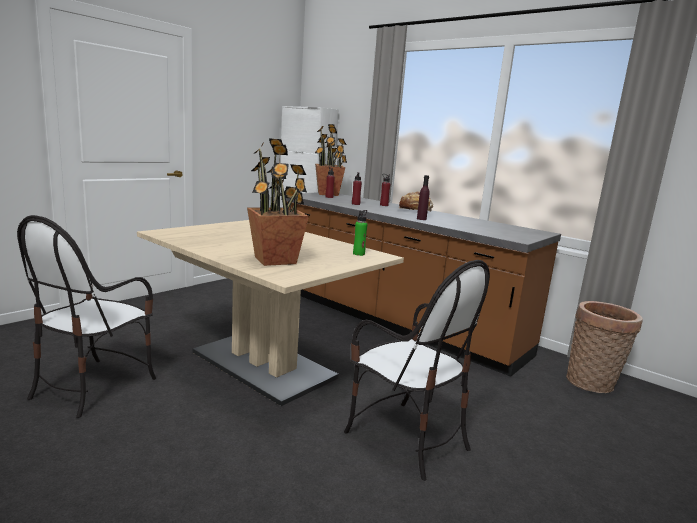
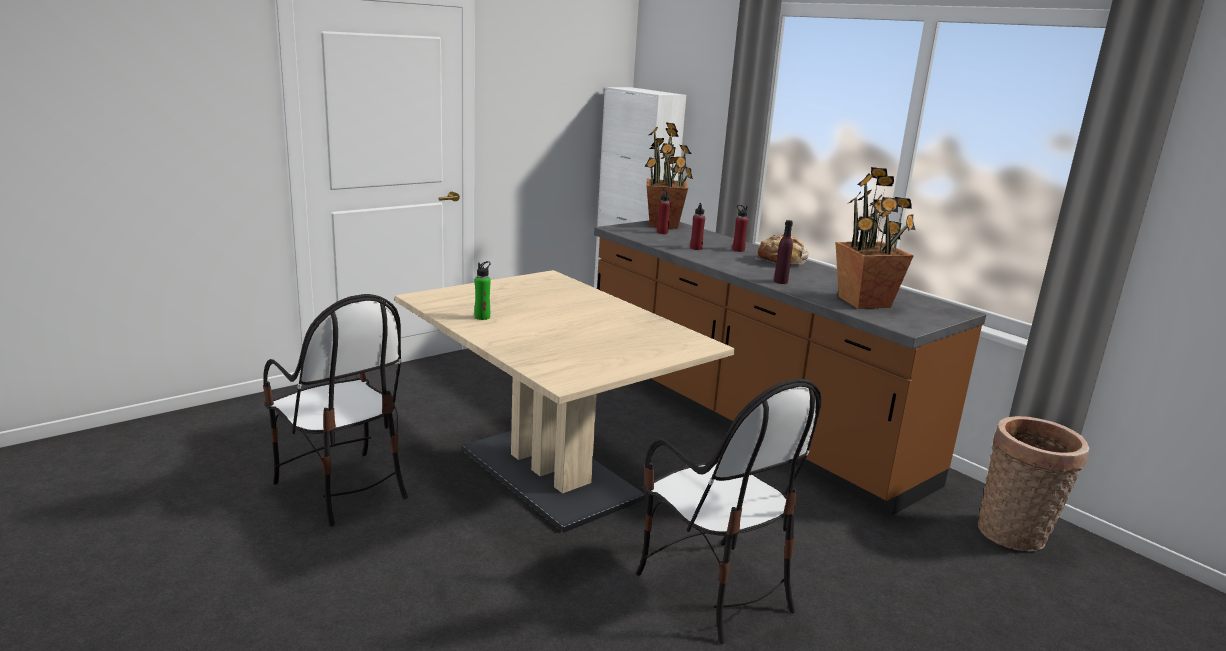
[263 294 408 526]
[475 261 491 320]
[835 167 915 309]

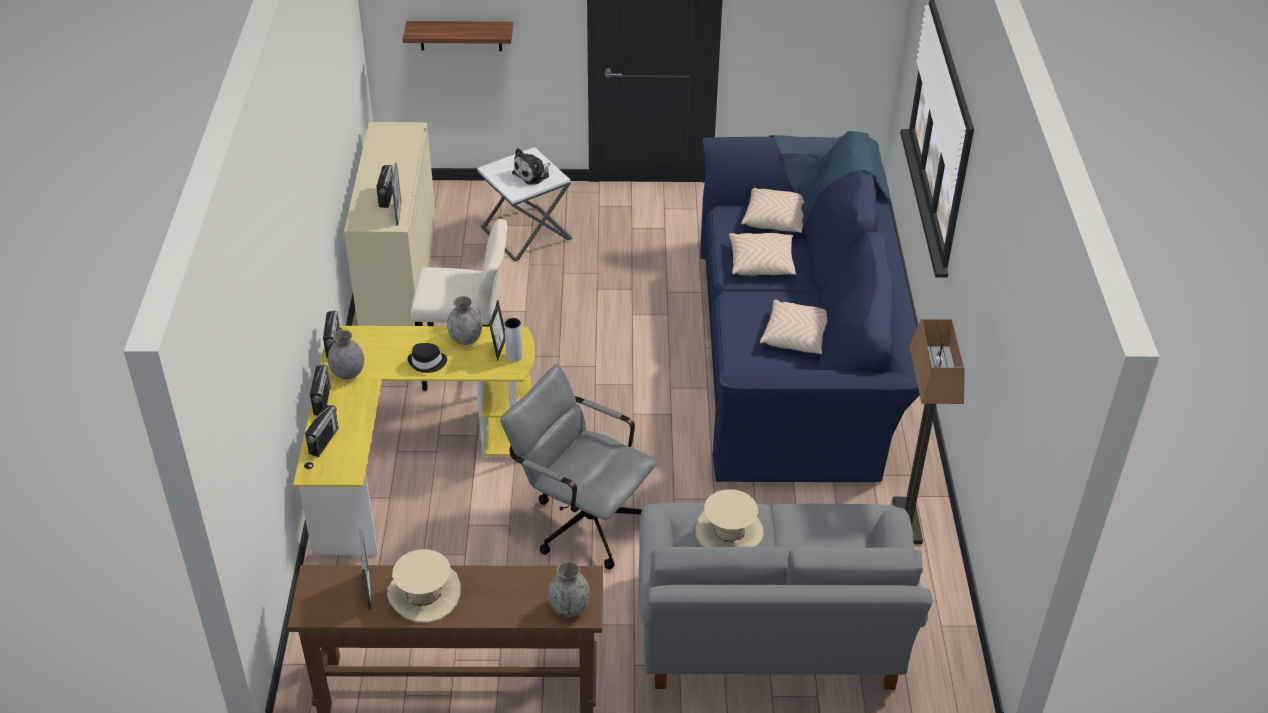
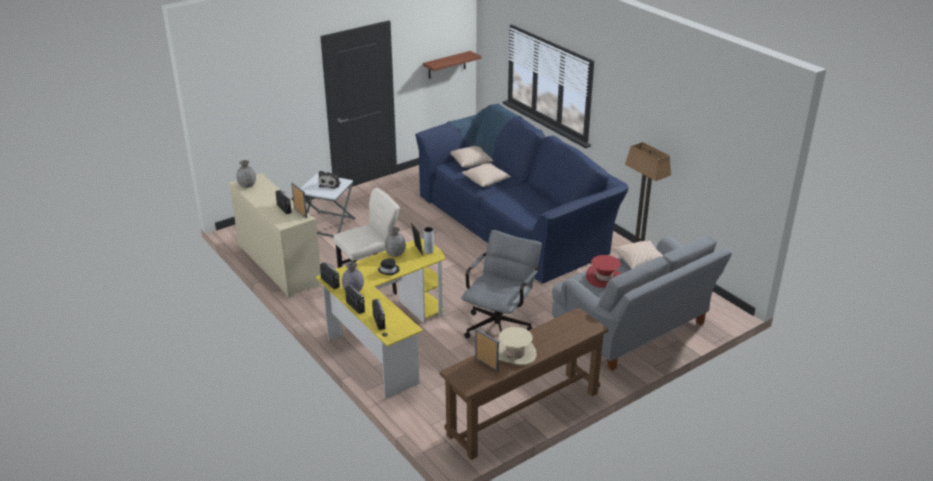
[236 160 256 188]
[423 51 481 79]
[461 230 542 338]
[586 255 621 288]
[613 241 663 269]

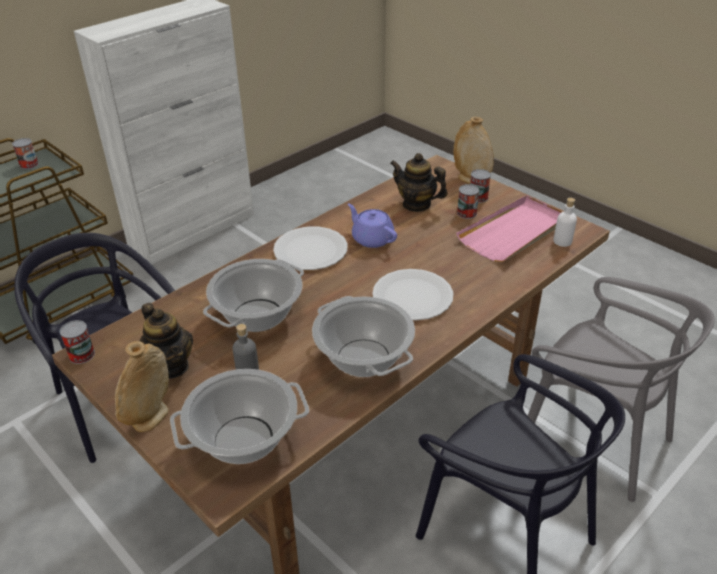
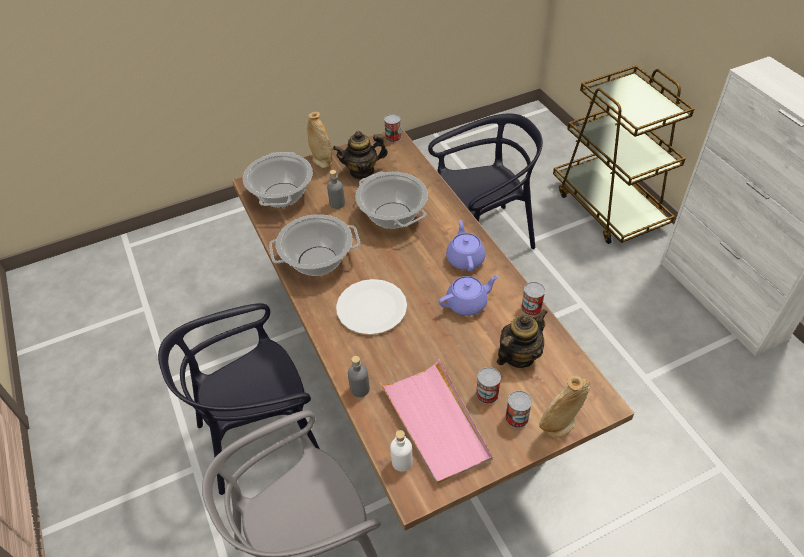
[348 356 370 397]
[446 220 485 272]
[521 282 545 316]

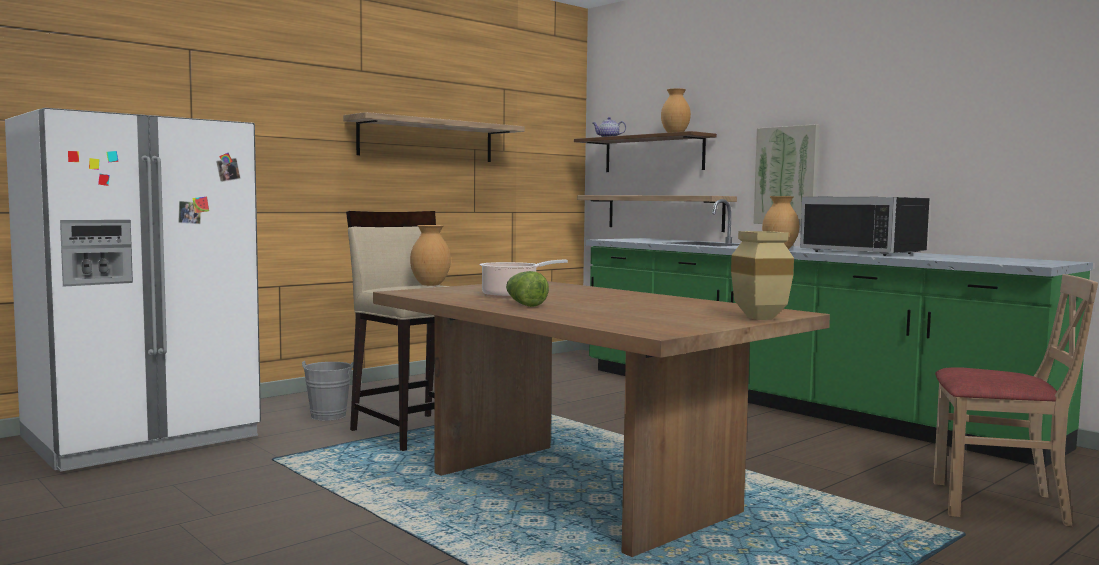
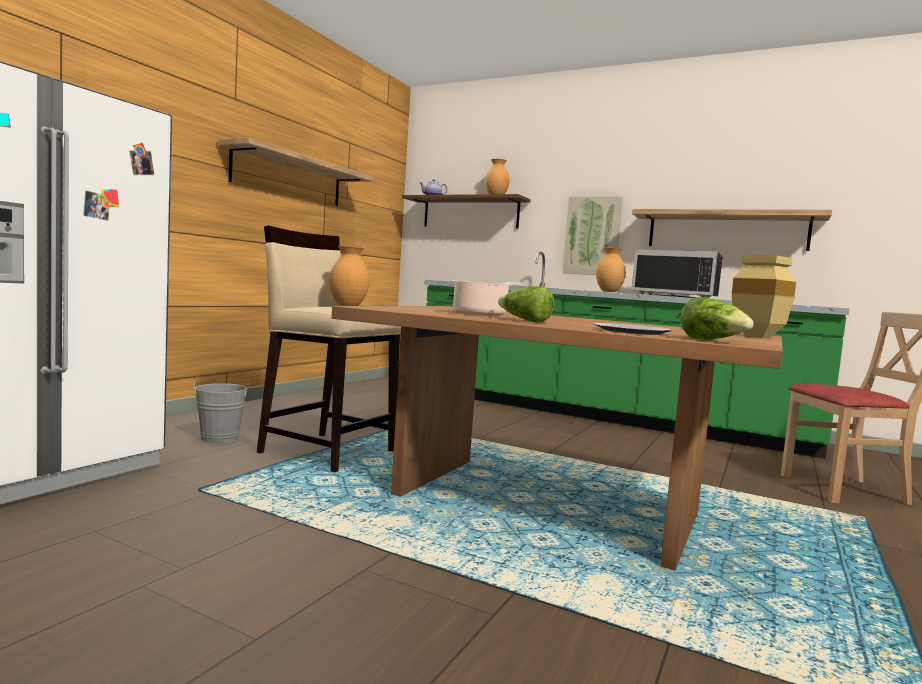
[594 323 671 335]
[632 209 832 251]
[680 297 754 340]

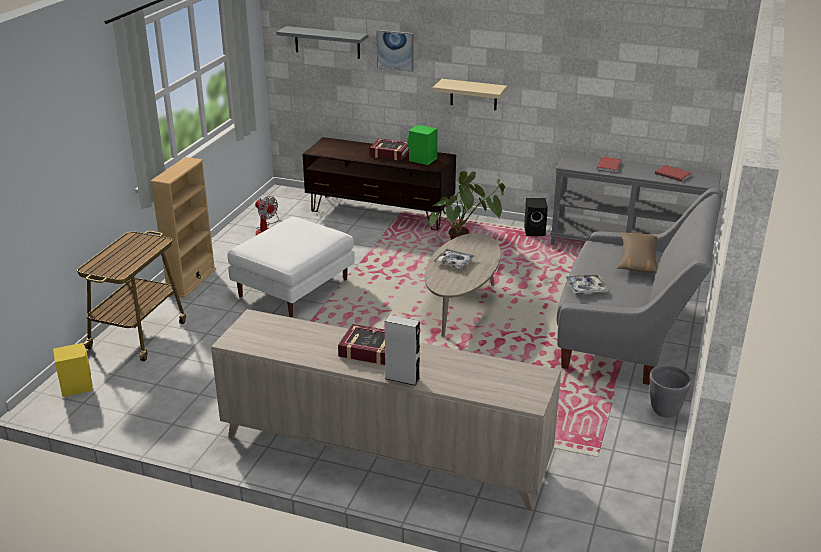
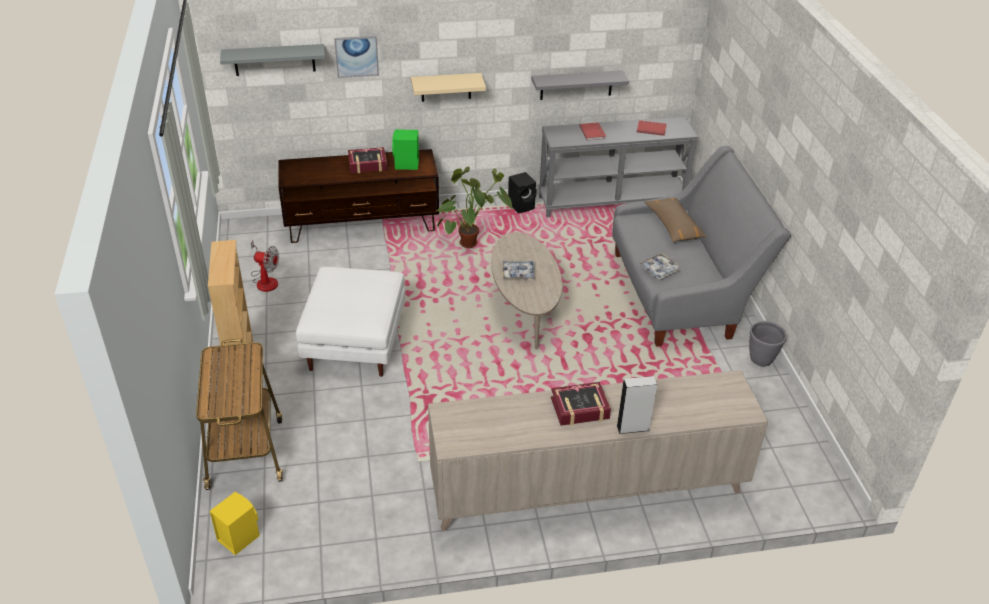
[531 70 629 100]

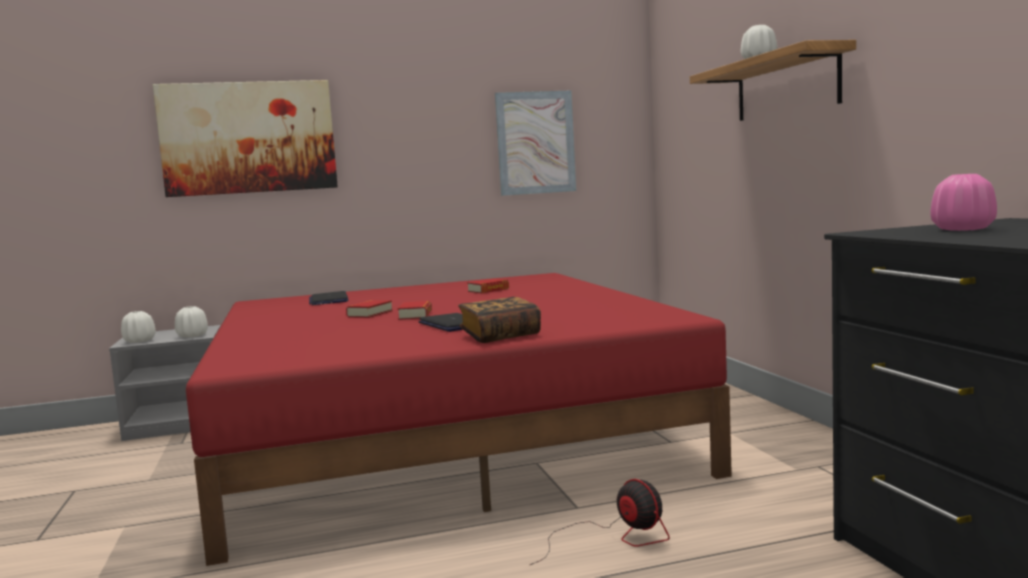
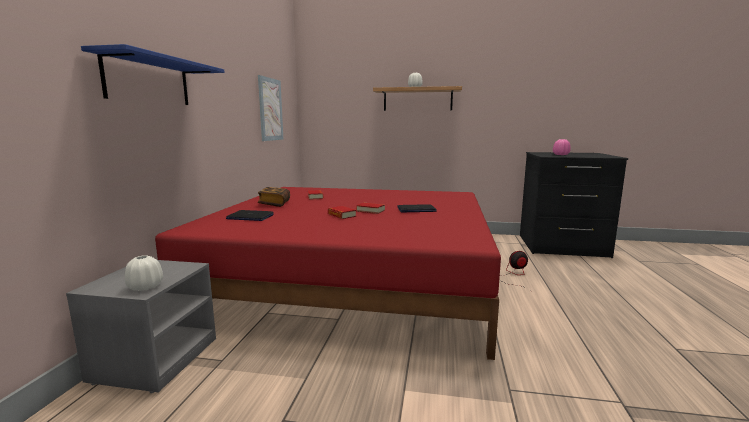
[81 44 225 105]
[258 187 290 207]
[175 306 208 338] (first image)

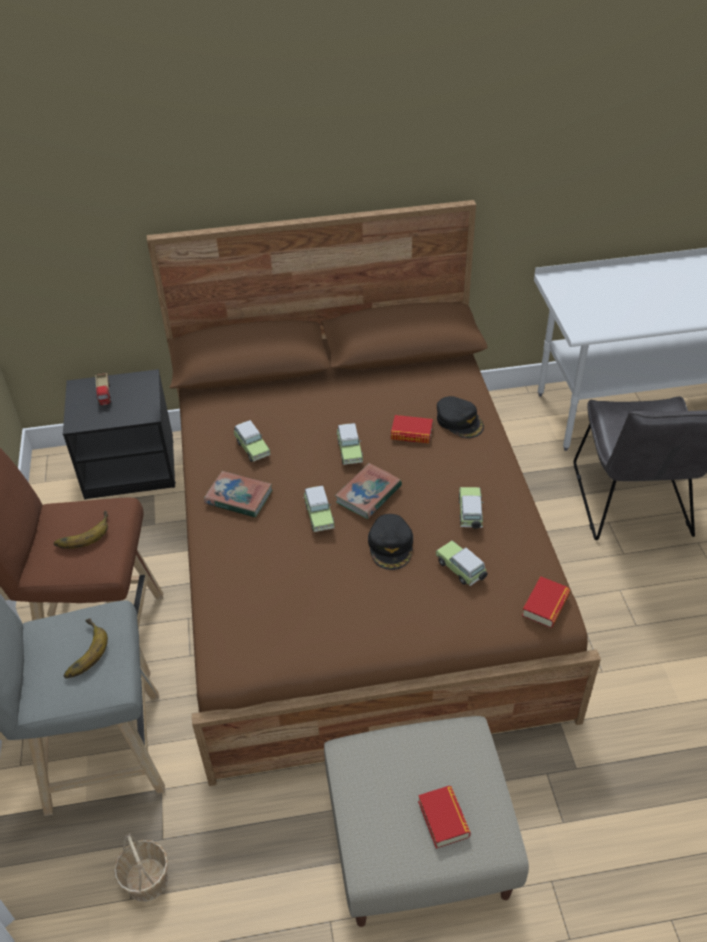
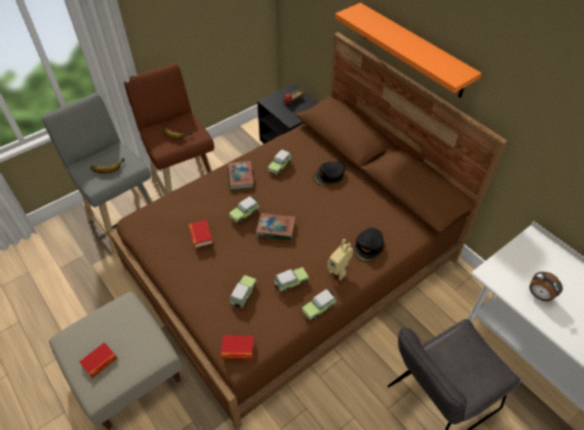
[189 220 213 248]
[302 289 337 320]
[313 161 346 186]
[327 239 353 280]
[335 3 482 98]
[529 272 563 302]
[114 833 169 902] (first image)

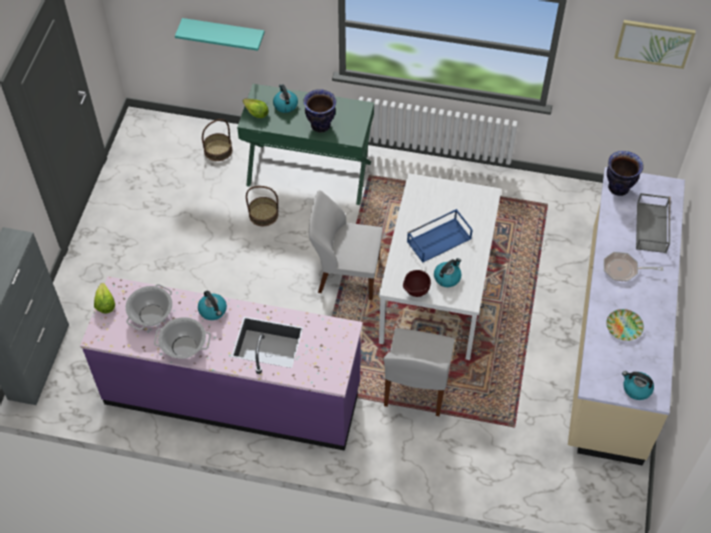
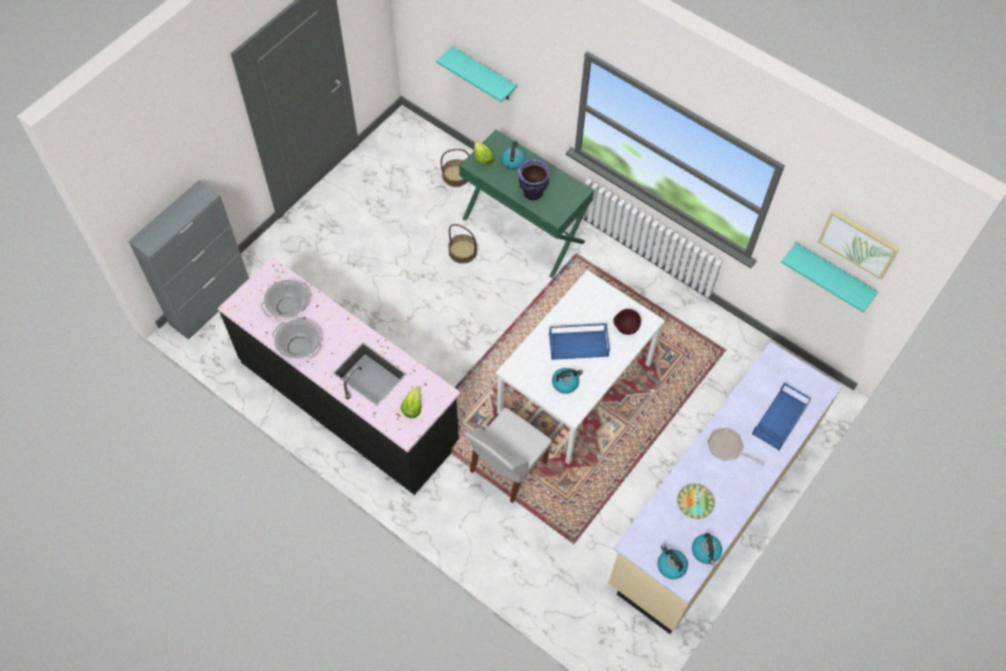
[218 257 461 495]
[400 387 422 418]
[613 309 641 335]
[692 533 722 565]
[752 382 812 450]
[781 242 878 313]
[309 190 383 300] (first image)
[607 151 643 196] (first image)

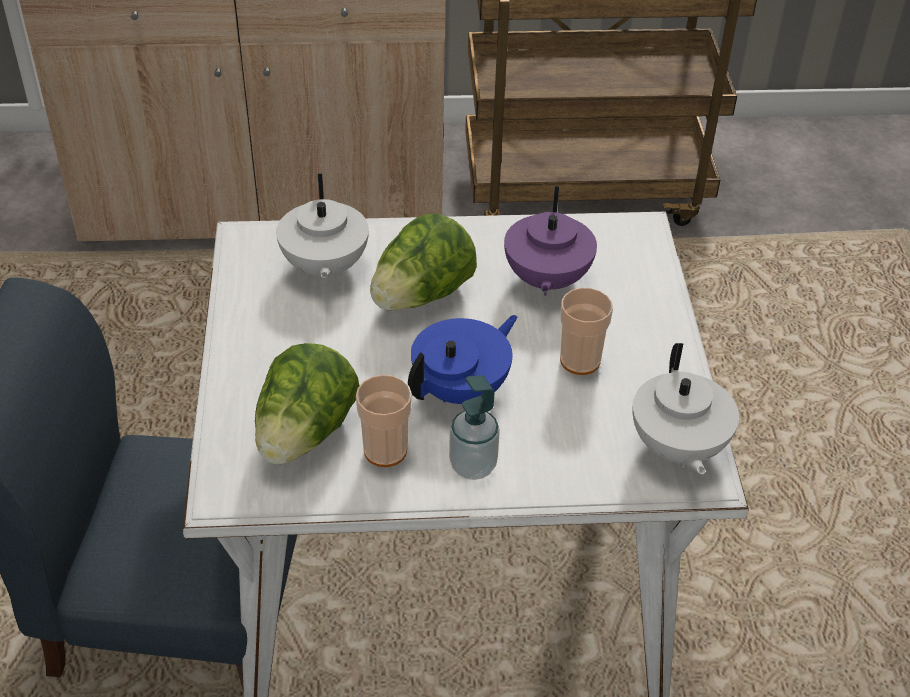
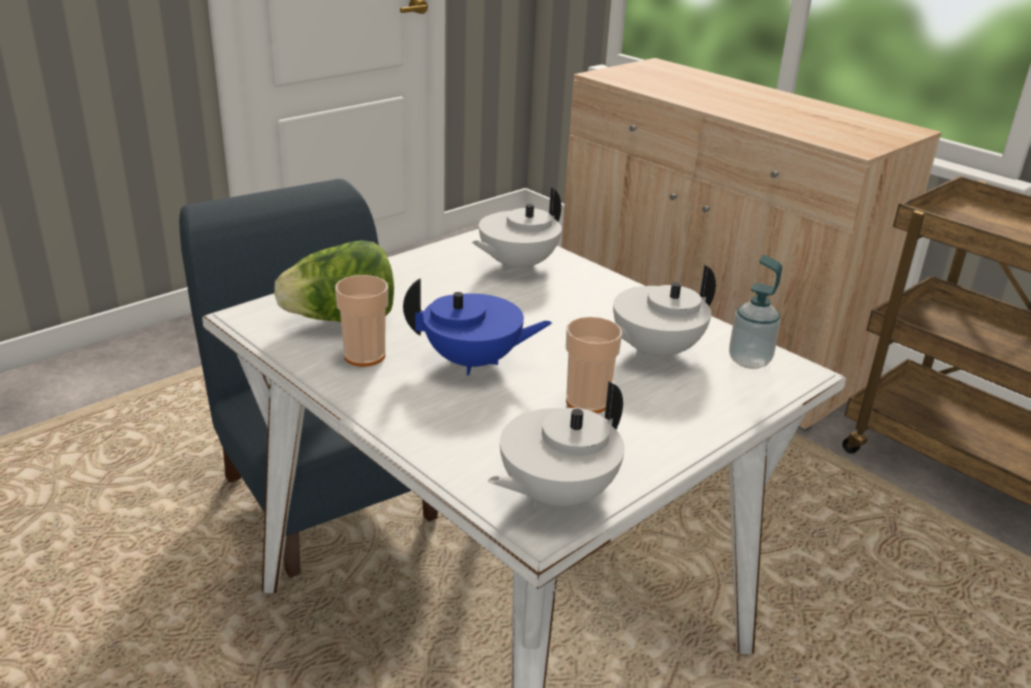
[613 265 716 362]
[729 255 782 369]
[370 214 477 311] (first image)

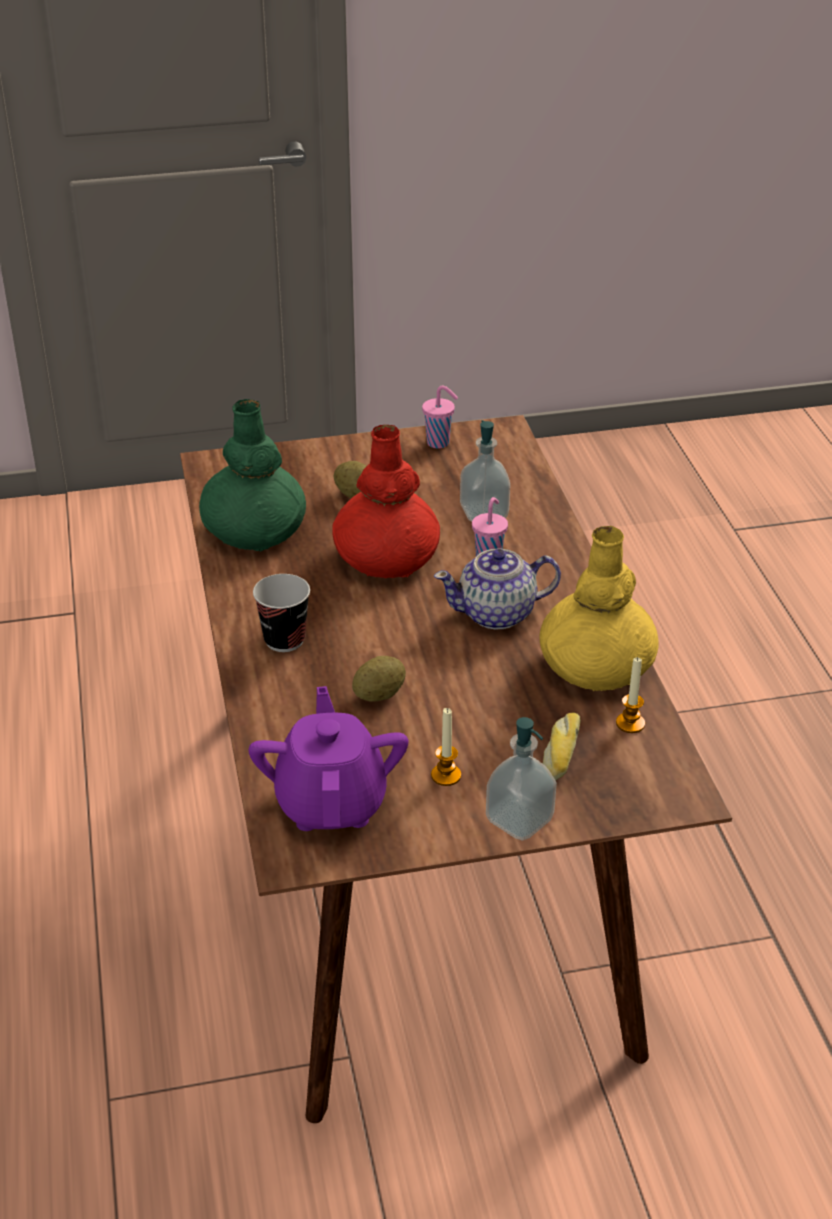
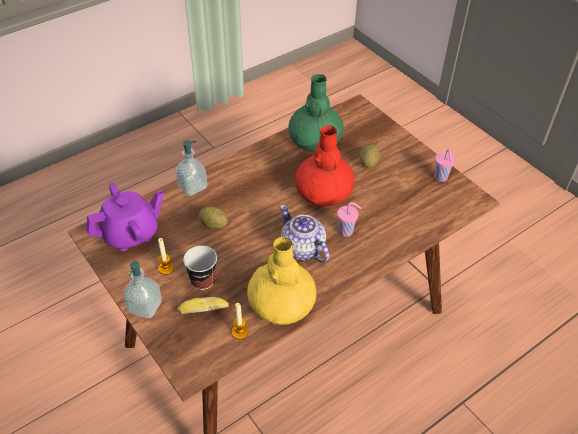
[175 141 207 196]
[183 246 217 290]

